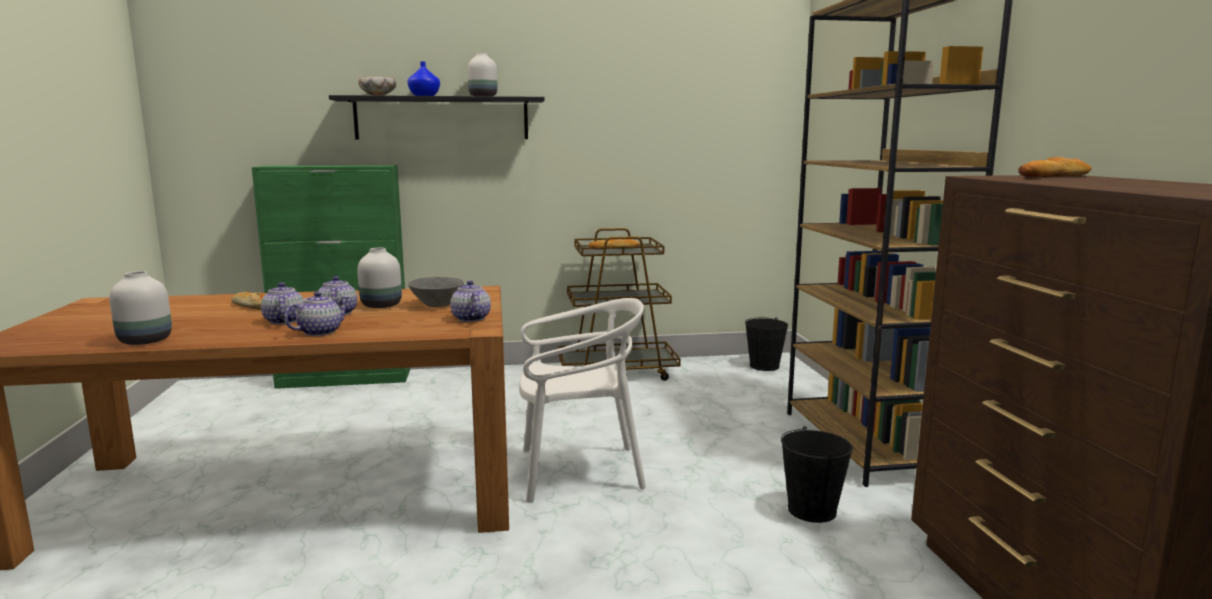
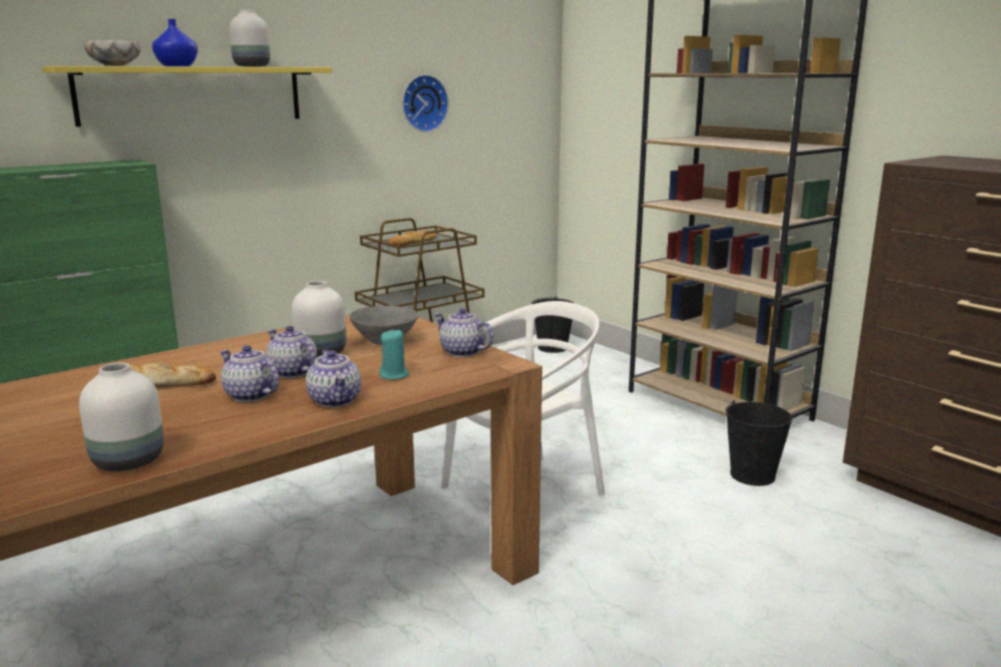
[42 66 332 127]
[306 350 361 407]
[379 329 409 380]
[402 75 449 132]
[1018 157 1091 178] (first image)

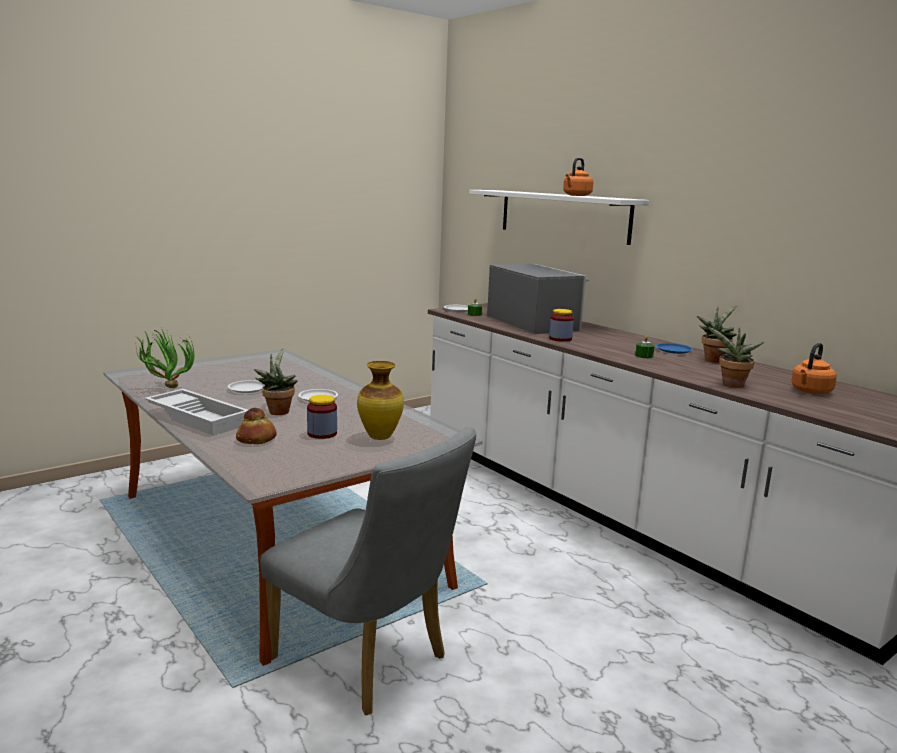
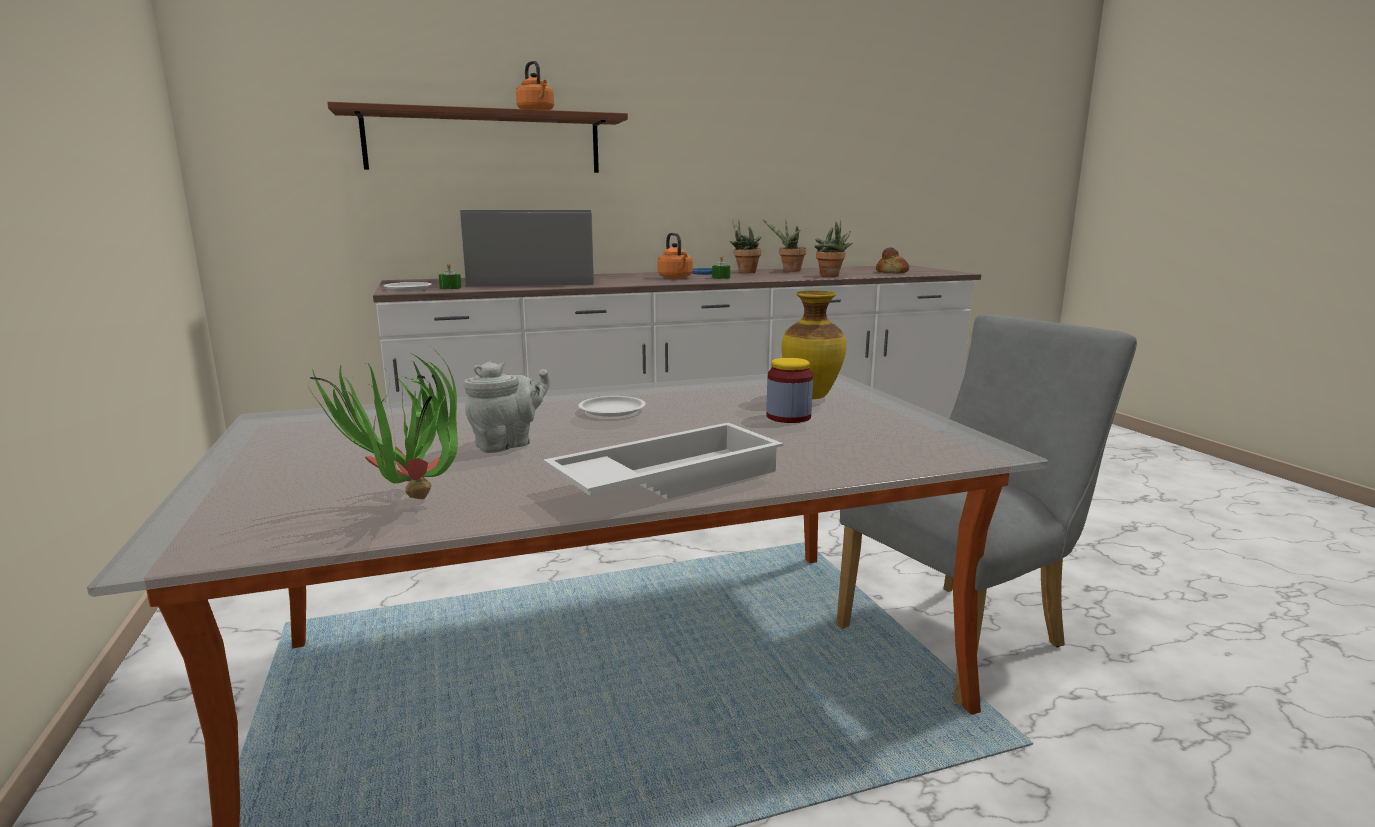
[327 102 628 173]
[463 362 550 453]
[658 233 693 279]
[763 220 806 271]
[876 247 909 273]
[549 309 574 342] (first image)

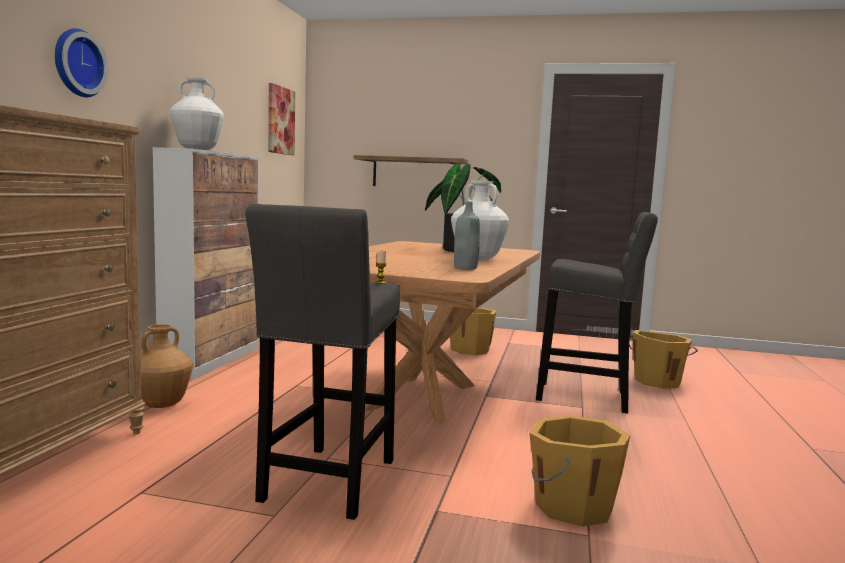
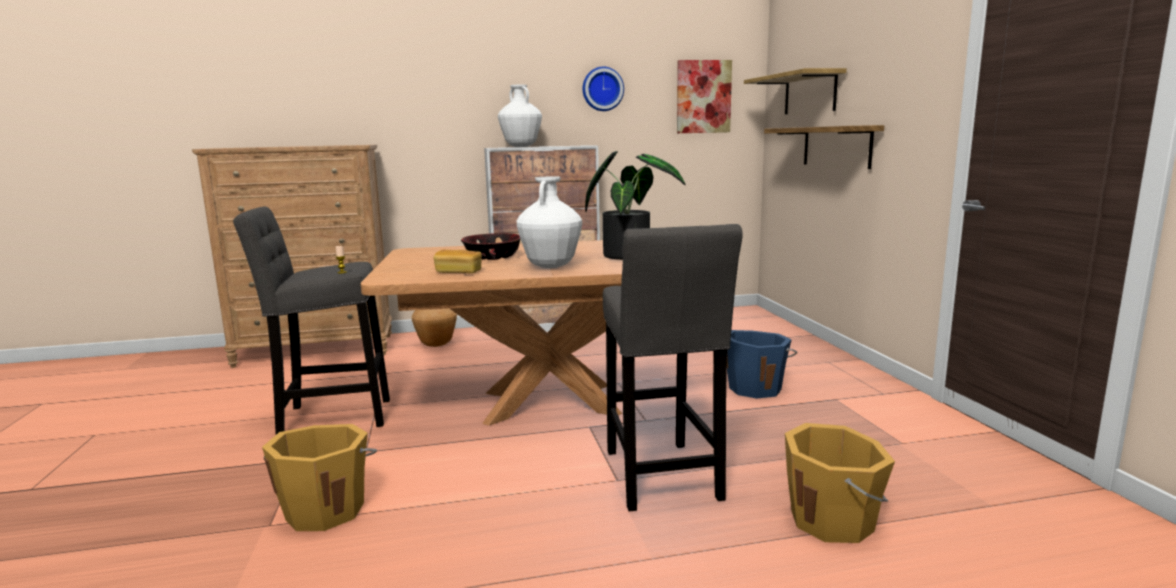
[433 249 482 273]
[461 233 520 260]
[583 67 624 111]
[727 330 797 399]
[744 68 847 114]

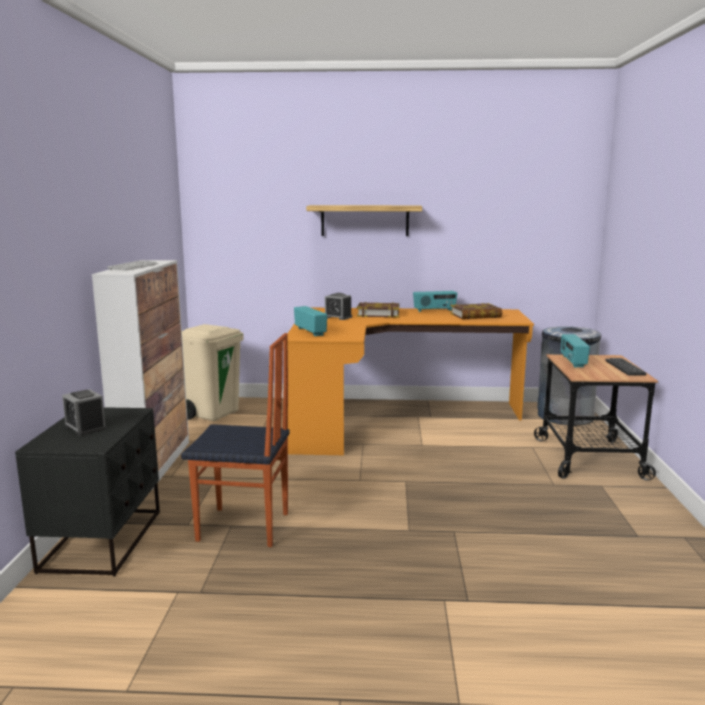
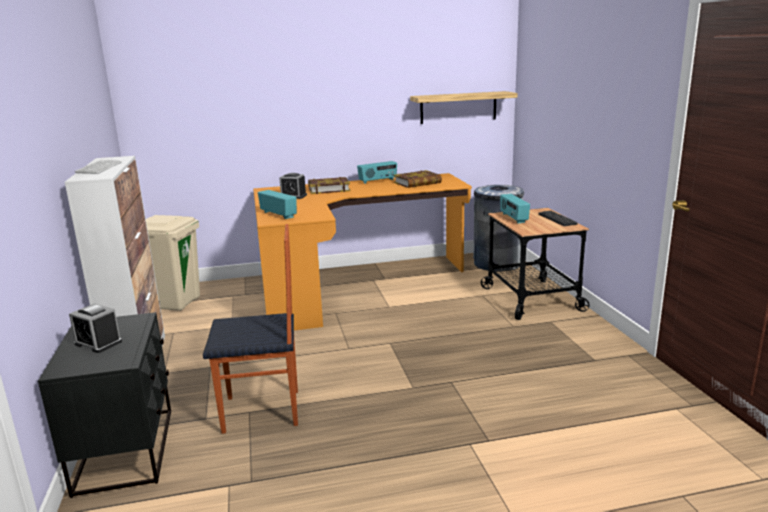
[410 91 518 124]

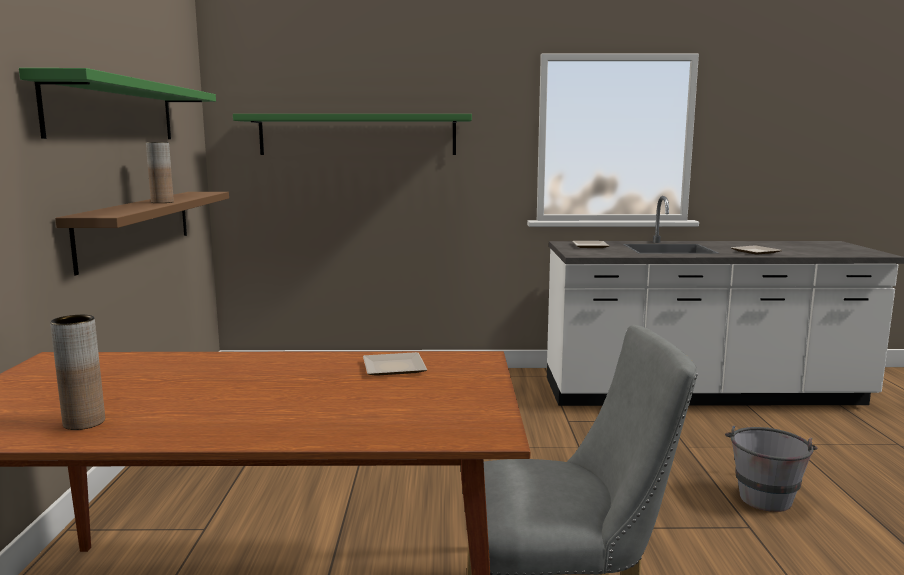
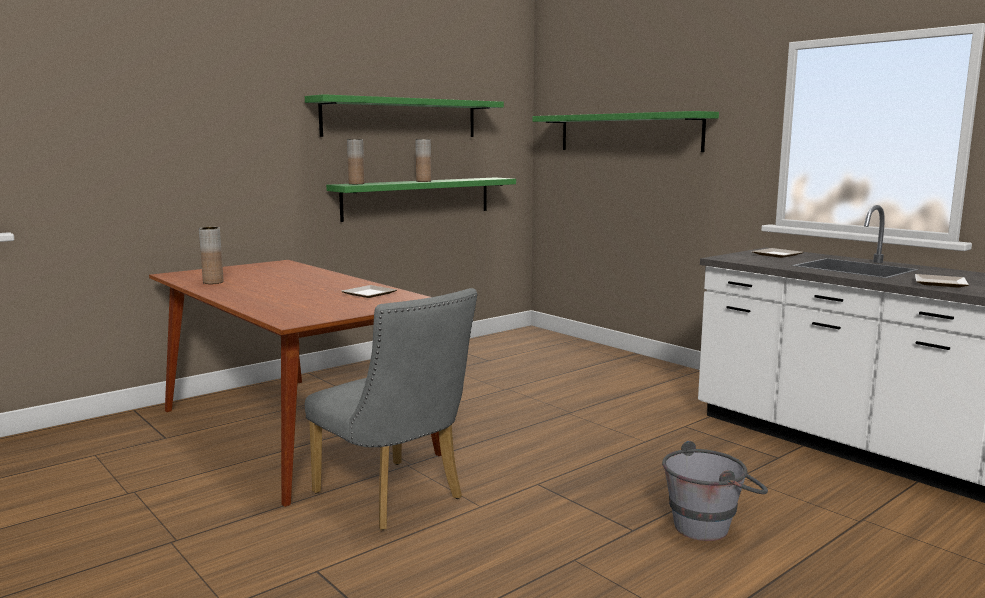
[326 178 516 222]
[347 139 364 184]

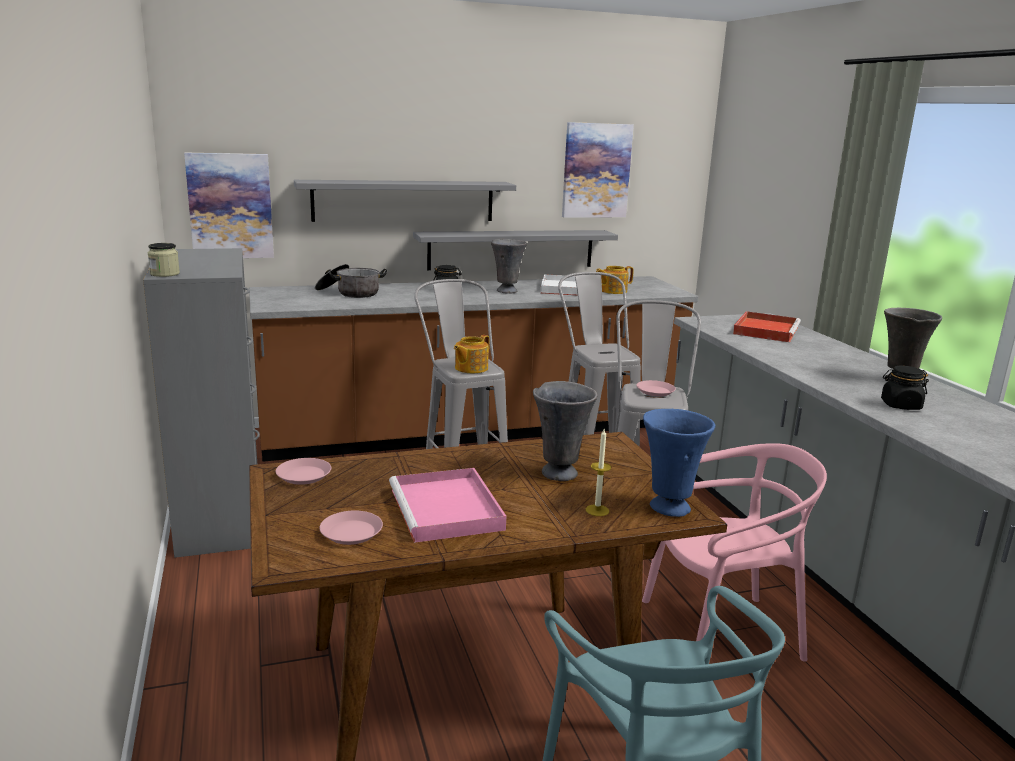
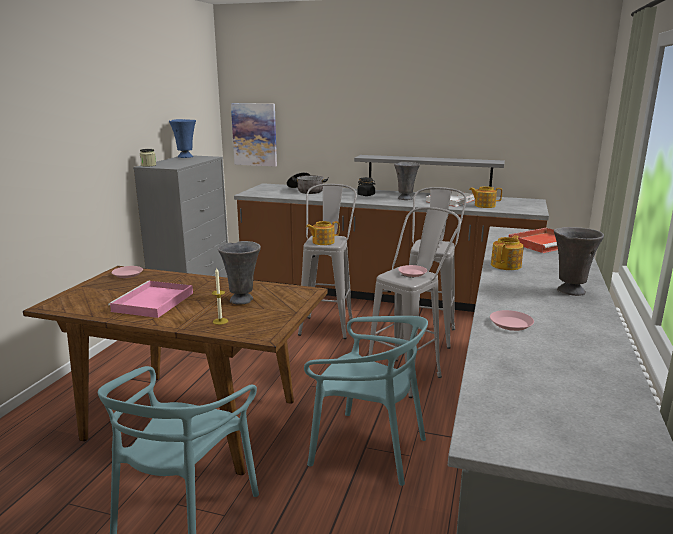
[169 119 196 158]
[304 316 428 486]
[490 310 534 331]
[491 235 524 270]
[294 180 516 222] (first image)
[562 122 634 218] (first image)
[881 366 929 410] (first image)

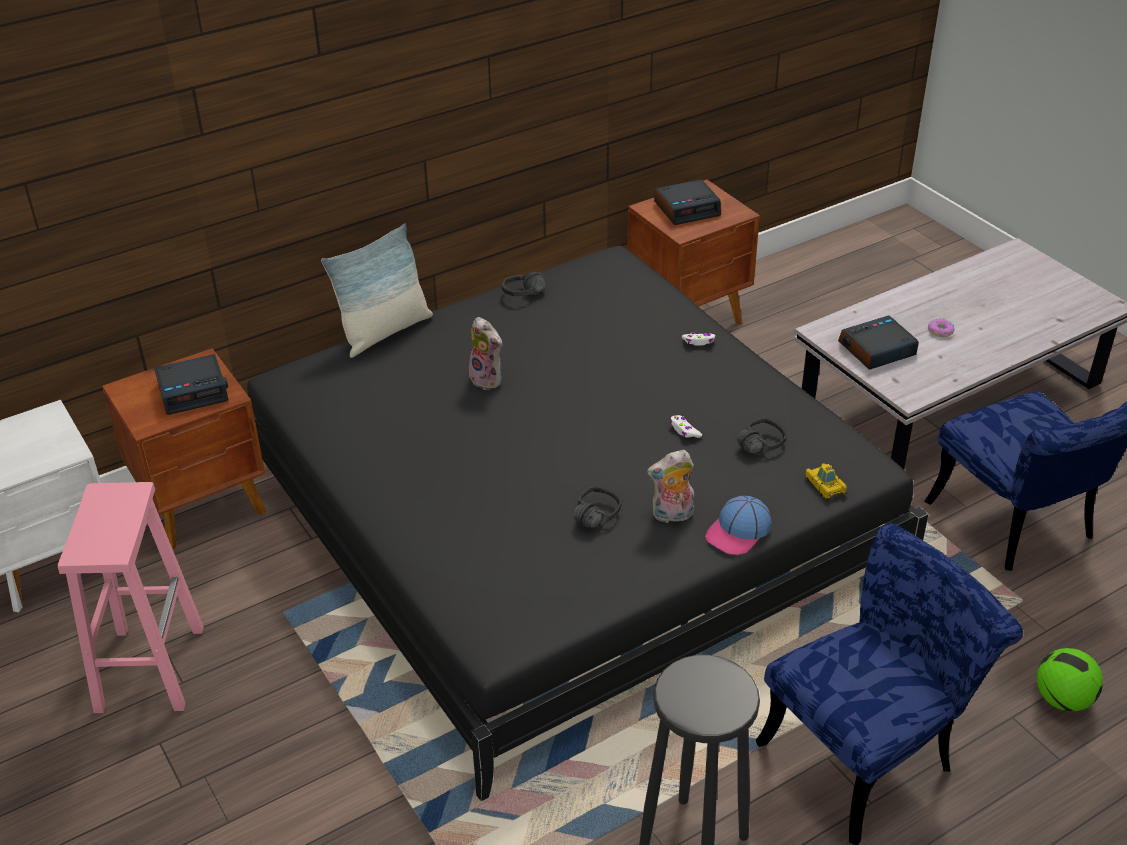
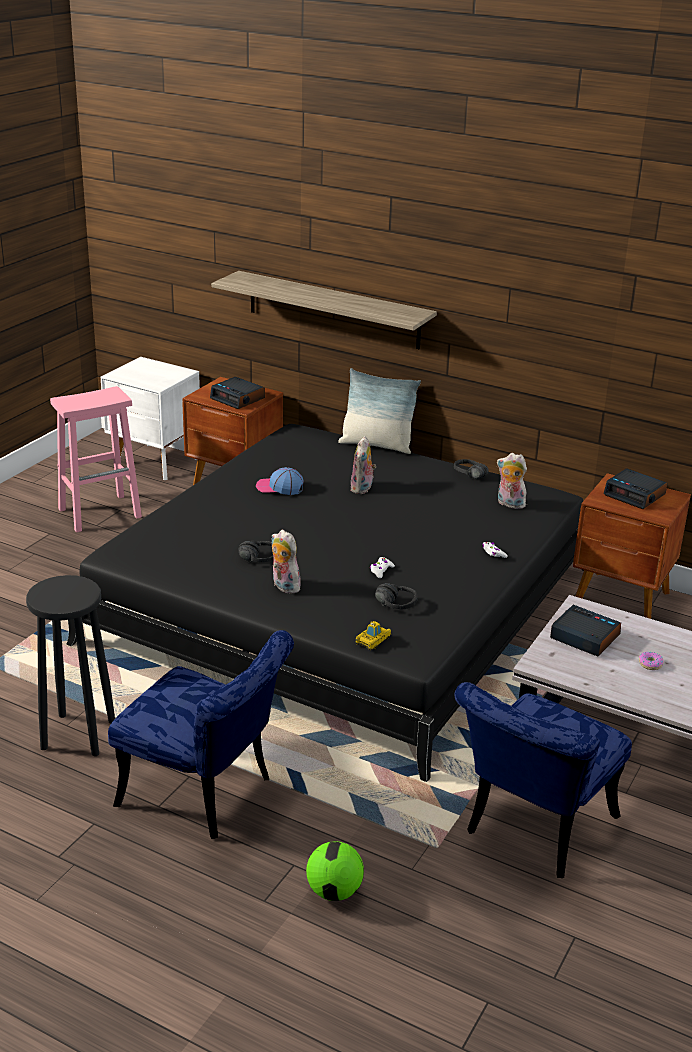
[211 271 437 349]
[256 467 304 495]
[497 453 527 509]

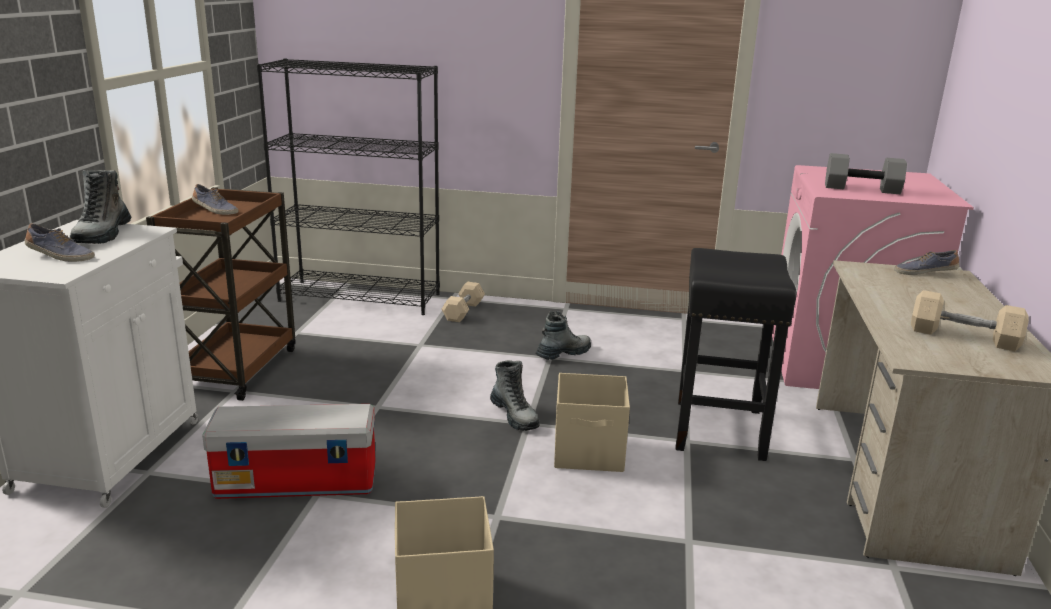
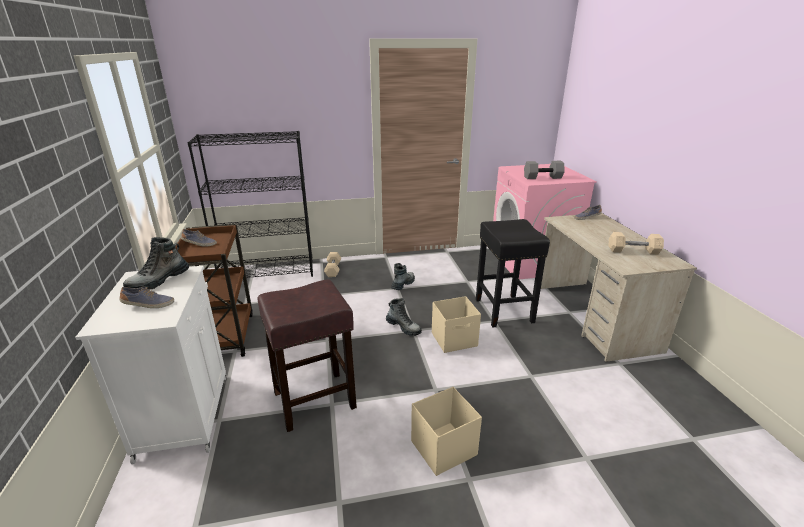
[123 237 189 290]
[258 279 357 432]

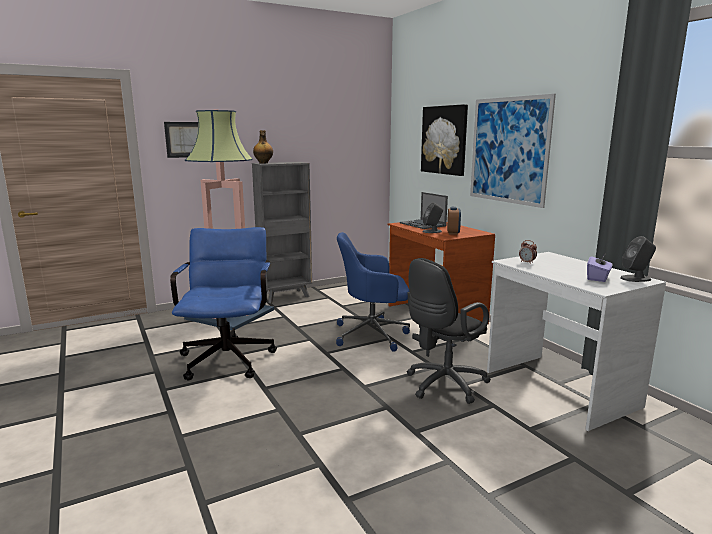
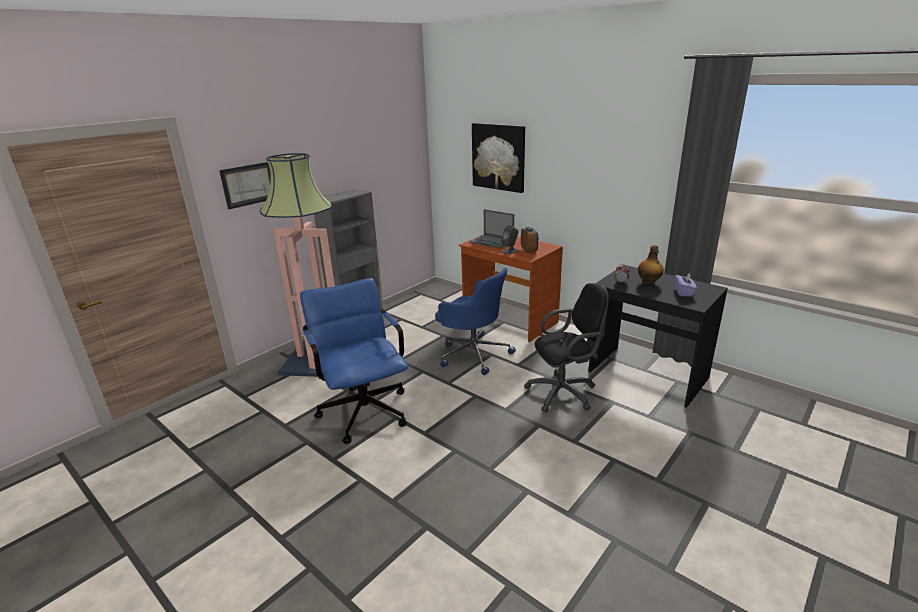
[435 268 516 375]
[524 283 609 412]
[588 265 728 408]
[638 245 664 285]
[470 94 556 208] (first image)
[620 236 656 282] (first image)

